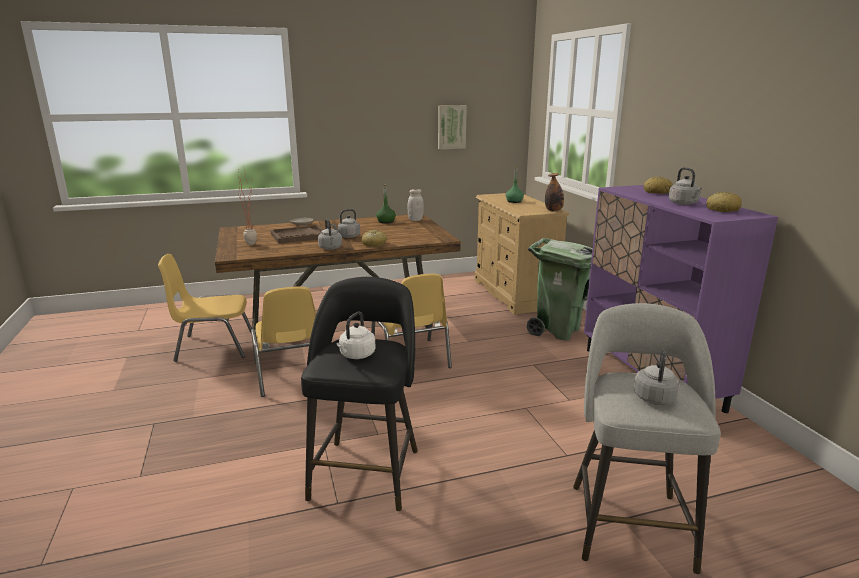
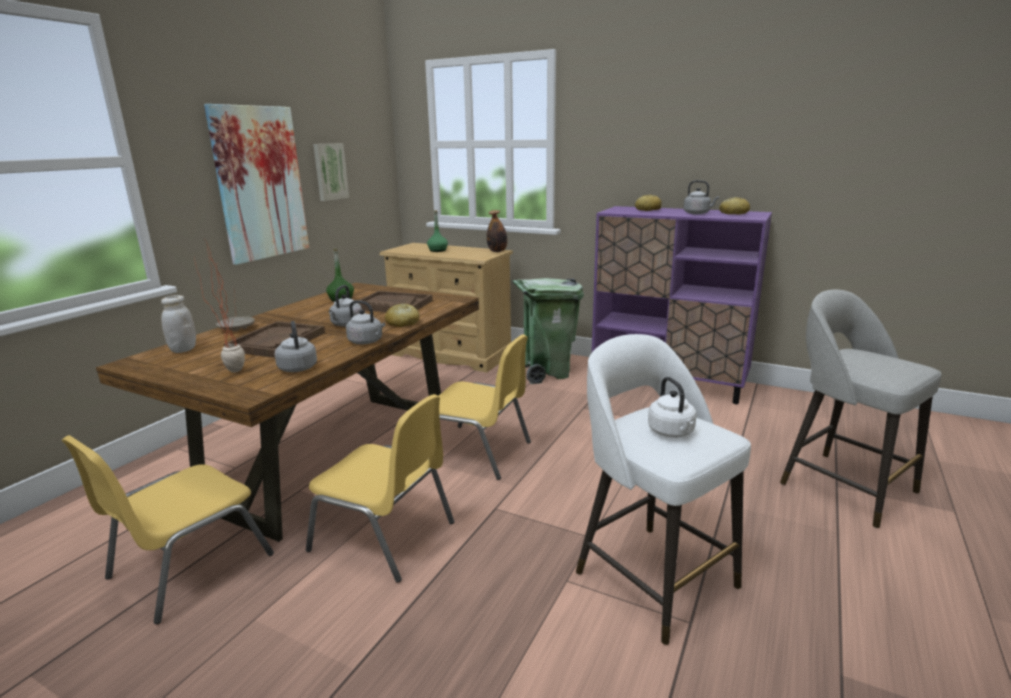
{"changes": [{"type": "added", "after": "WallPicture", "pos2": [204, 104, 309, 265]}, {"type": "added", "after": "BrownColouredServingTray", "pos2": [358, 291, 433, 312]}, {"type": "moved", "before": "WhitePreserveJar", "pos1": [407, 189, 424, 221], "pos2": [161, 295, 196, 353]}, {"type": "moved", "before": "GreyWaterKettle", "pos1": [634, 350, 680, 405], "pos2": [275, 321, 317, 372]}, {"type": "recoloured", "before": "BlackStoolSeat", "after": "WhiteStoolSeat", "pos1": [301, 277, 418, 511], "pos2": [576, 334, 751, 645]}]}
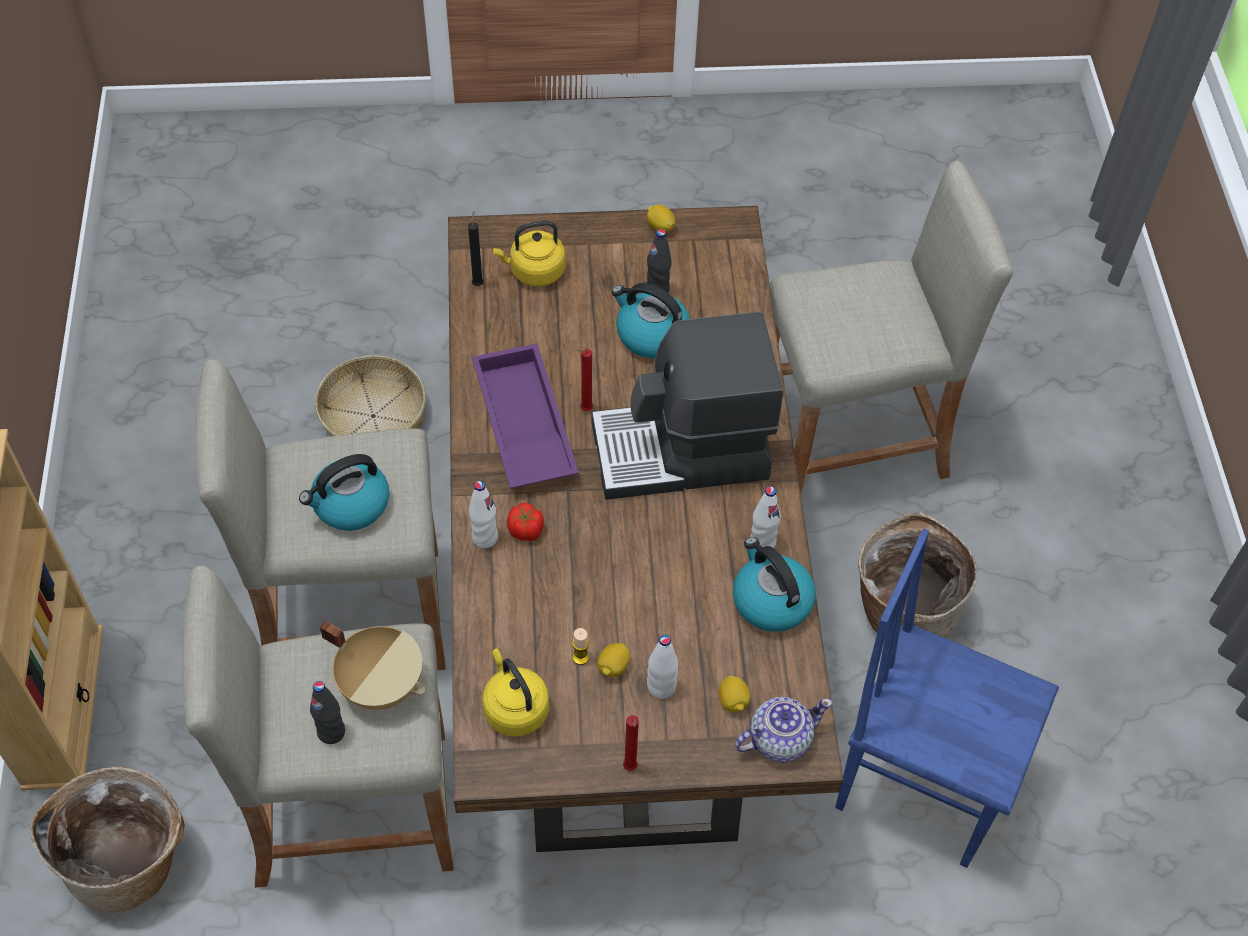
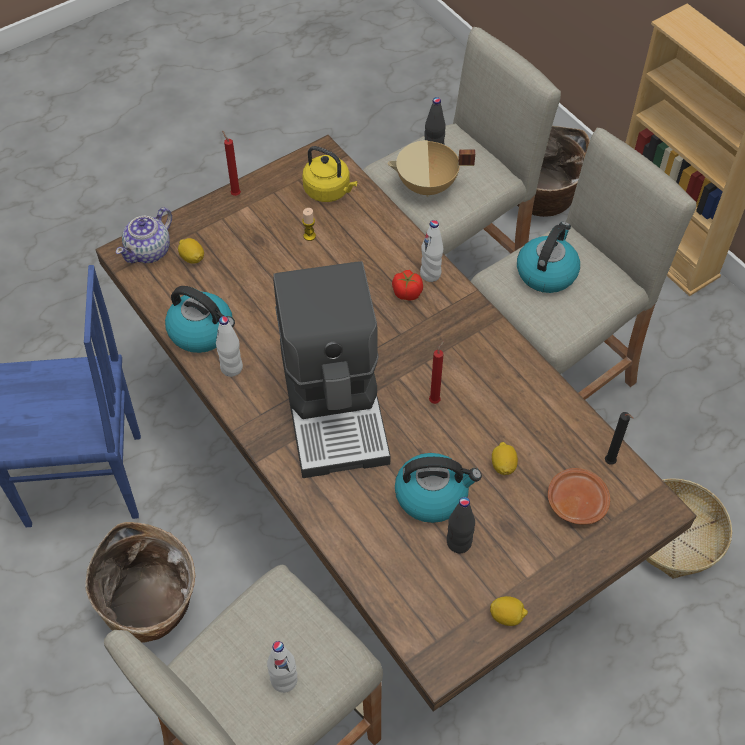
{"changes": [{"type": "removed", "before": "PurpleColouredServingTray", "pos1": [472, 343, 579, 489]}, {"type": "moved", "before": "CitrusFruit", "pos1": [597, 643, 630, 678], "pos2": [492, 442, 518, 475]}, {"type": "moved", "before": "WhiteBottle", "pos1": [647, 635, 678, 699], "pos2": [267, 641, 297, 693]}, {"type": "replaced", "before": "YellowWaterKettle", "after": "BrownColouredPlate", "pos1": [493, 221, 565, 286], "pos2": [548, 468, 610, 525]}, {"type": "turned", "before": "CoffeeBrewer", "pos1": [591, 312, 783, 500], "pos2": [273, 261, 390, 478], "turn": 120}]}
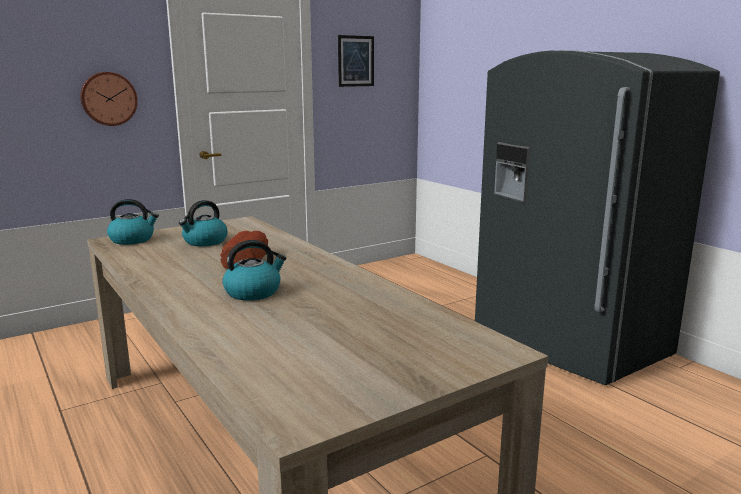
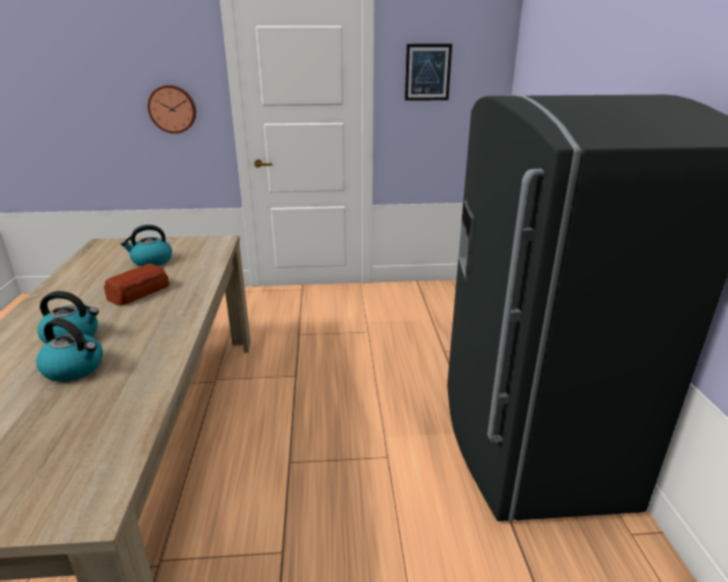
{"changes": [{"type": "moved", "before": "WaterKettle", "pos1": [107, 199, 159, 245], "pos2": [36, 318, 103, 382]}]}
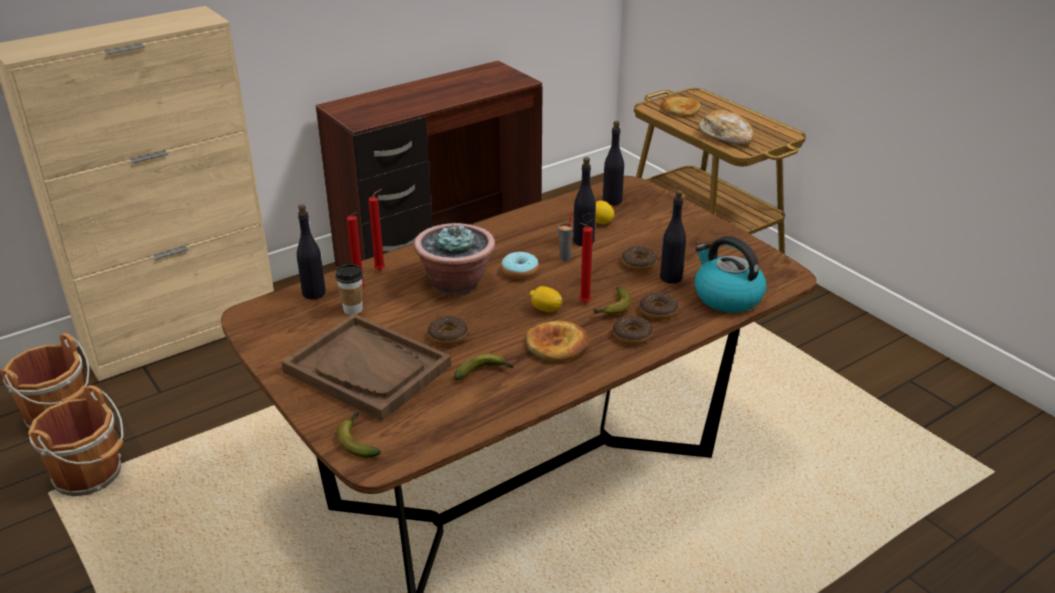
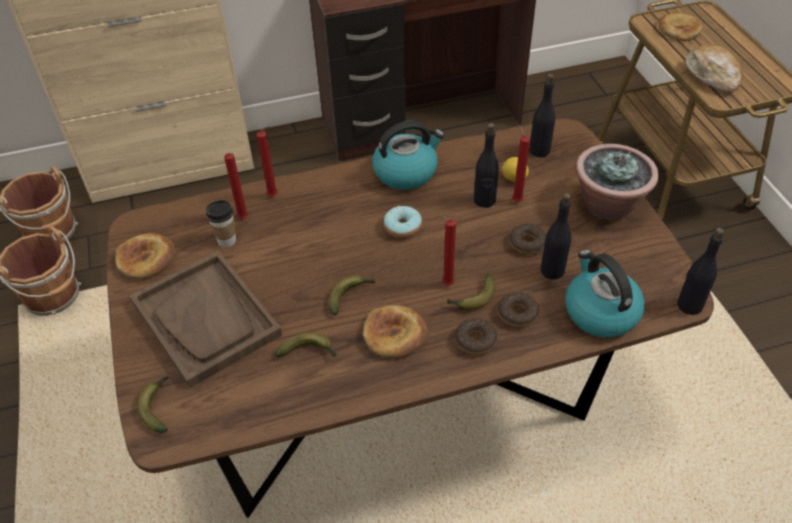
{"changes": [{"type": "removed", "before": "RingDoughnut", "pos1": [428, 316, 468, 345]}, {"type": "removed", "before": "CitrusFruit", "pos1": [530, 286, 563, 312]}, {"type": "removed", "before": "GreySmallCup", "pos1": [558, 213, 574, 261]}, {"type": "added", "after": "BakedBread", "pos2": [115, 233, 175, 279]}, {"type": "added", "after": "Banana", "pos2": [328, 275, 375, 316]}, {"type": "added", "after": "WaterKettle", "pos2": [372, 121, 444, 190]}, {"type": "added", "after": "RedColouredWaxCandle", "pos2": [512, 126, 530, 202]}, {"type": "moved", "before": "BlackBottle", "pos1": [297, 204, 326, 299], "pos2": [677, 228, 724, 315]}, {"type": "moved", "before": "PottedPlant", "pos1": [414, 223, 495, 295], "pos2": [575, 144, 659, 219]}]}
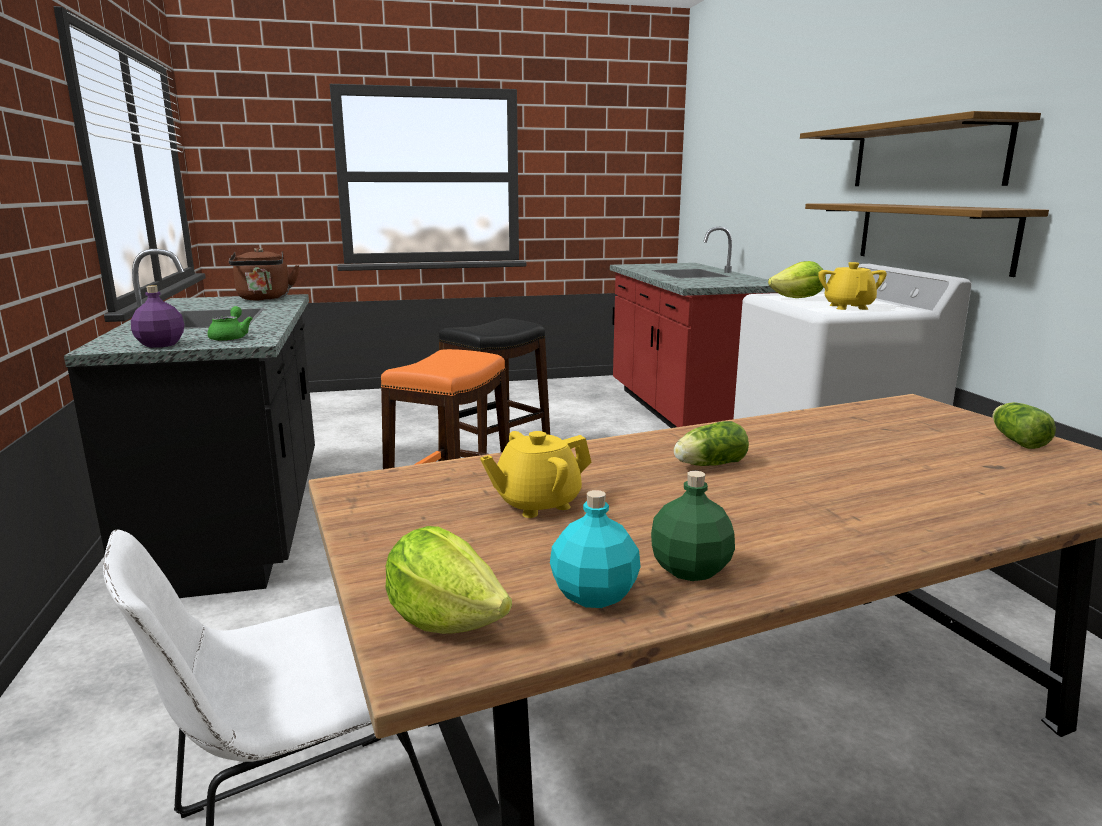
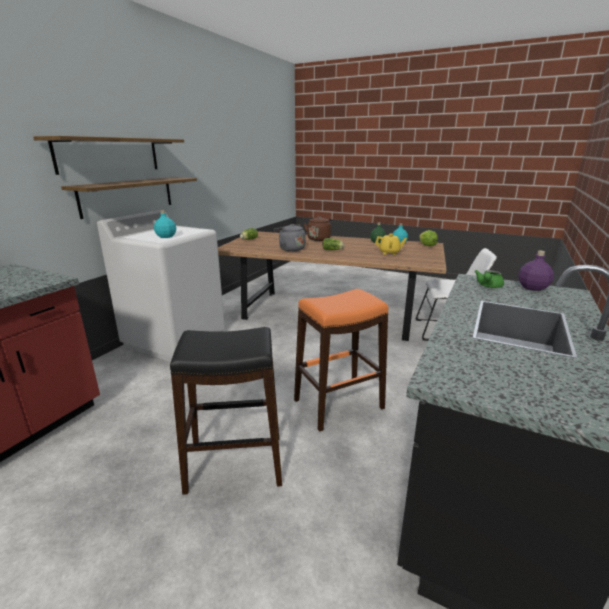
{"changes": [{"type": "removed", "before": "YellowTeapot", "pos1": [818, 262, 887, 310]}, {"type": "added", "after": "GreyWaterKettle", "pos2": [274, 224, 305, 251]}, {"type": "moved", "before": "BrownColouredWaterKettle", "pos1": [229, 248, 299, 301], "pos2": [304, 216, 334, 241]}, {"type": "replaced", "before": "HeadOfLettuce", "after": "TurquoiseColouredBottle", "pos1": [768, 261, 826, 298], "pos2": [154, 210, 176, 238]}]}
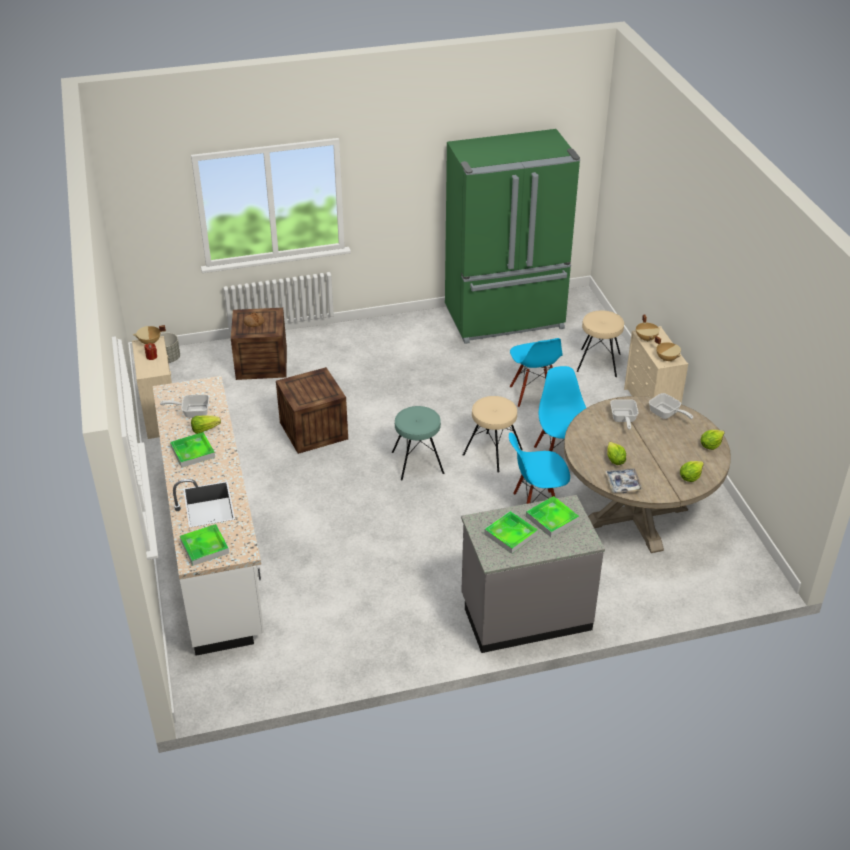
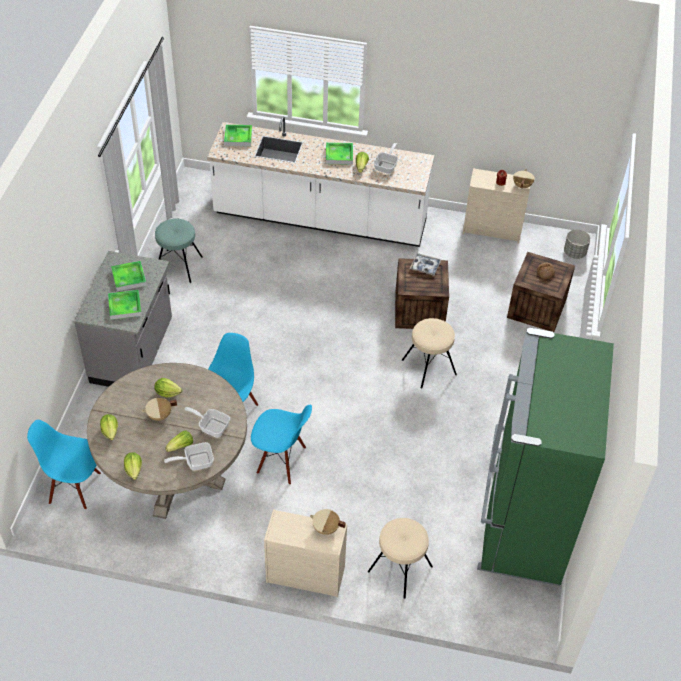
{"changes": [{"type": "added", "after": "HeadOfLettuce", "pos2": [165, 430, 193, 452]}, {"type": "moved", "before": "TurquoiseColouredStoolSeat", "pos1": [392, 406, 444, 480], "pos2": [155, 219, 203, 283]}, {"type": "moved", "before": "BeigeColouredStoolSeat", "pos1": [463, 396, 523, 472], "pos2": [402, 318, 457, 388]}, {"type": "moved", "before": "BlueChair", "pos1": [510, 338, 563, 407], "pos2": [27, 420, 101, 510]}, {"type": "moved", "before": "ServingTray", "pos1": [605, 468, 643, 493], "pos2": [410, 253, 441, 276]}, {"type": "moved", "before": "BeigeColouredStockpot", "pos1": [655, 336, 681, 362], "pos2": [142, 398, 177, 421]}]}
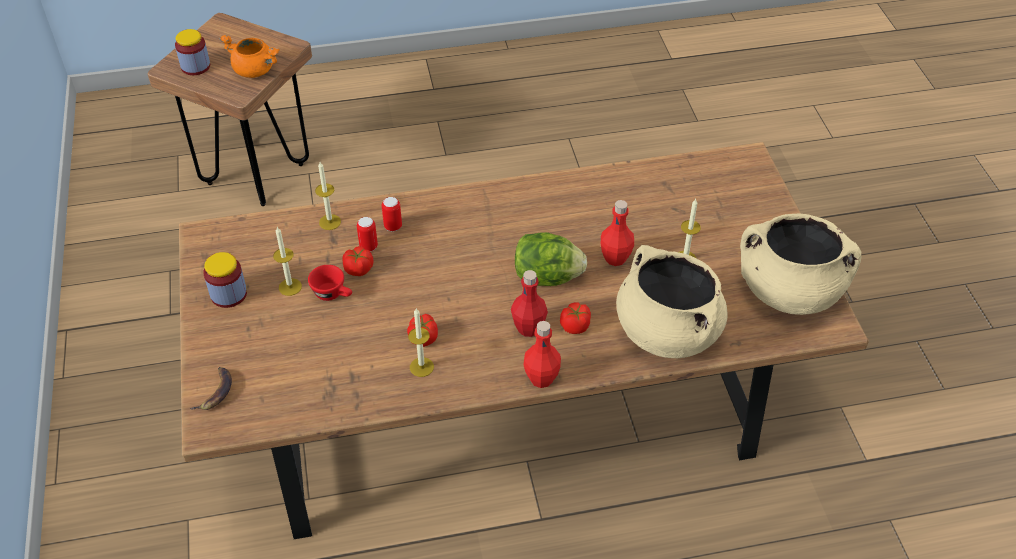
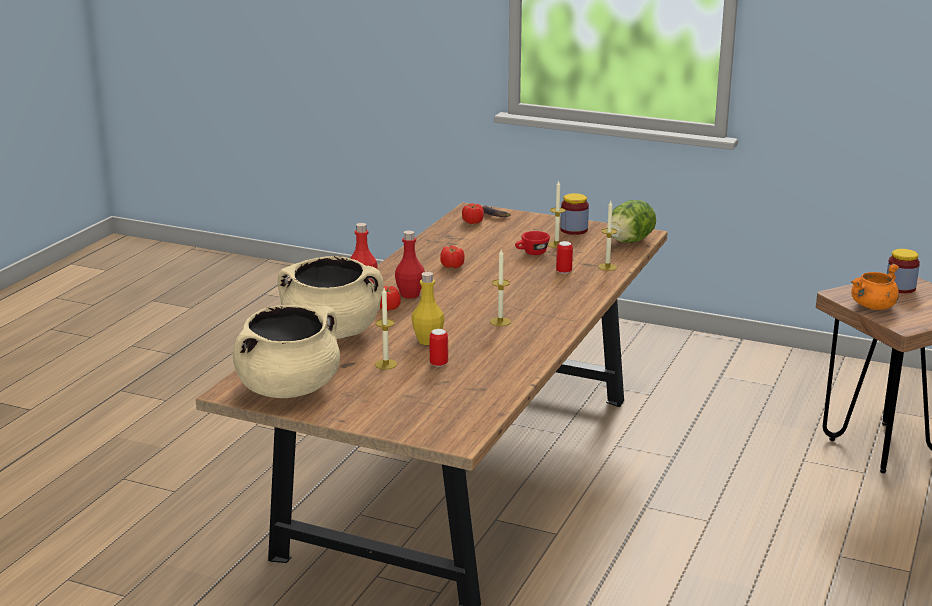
{"changes": [{"type": "moved", "before": "FreshTomato", "pos1": [343, 246, 374, 276], "pos2": [462, 203, 484, 224]}, {"type": "moved", "before": "Can", "pos1": [382, 197, 402, 231], "pos2": [429, 329, 448, 367]}, {"type": "moved", "before": "WaxCandle", "pos1": [408, 308, 434, 377], "pos2": [490, 250, 511, 326]}, {"type": "moved", "before": "HeadOfLettuce", "pos1": [515, 232, 587, 286], "pos2": [611, 200, 656, 243]}, {"type": "recoloured", "before": "RedColouredBottle", "after": "YellowBottle", "pos1": [601, 200, 634, 266], "pos2": [411, 272, 444, 345]}]}
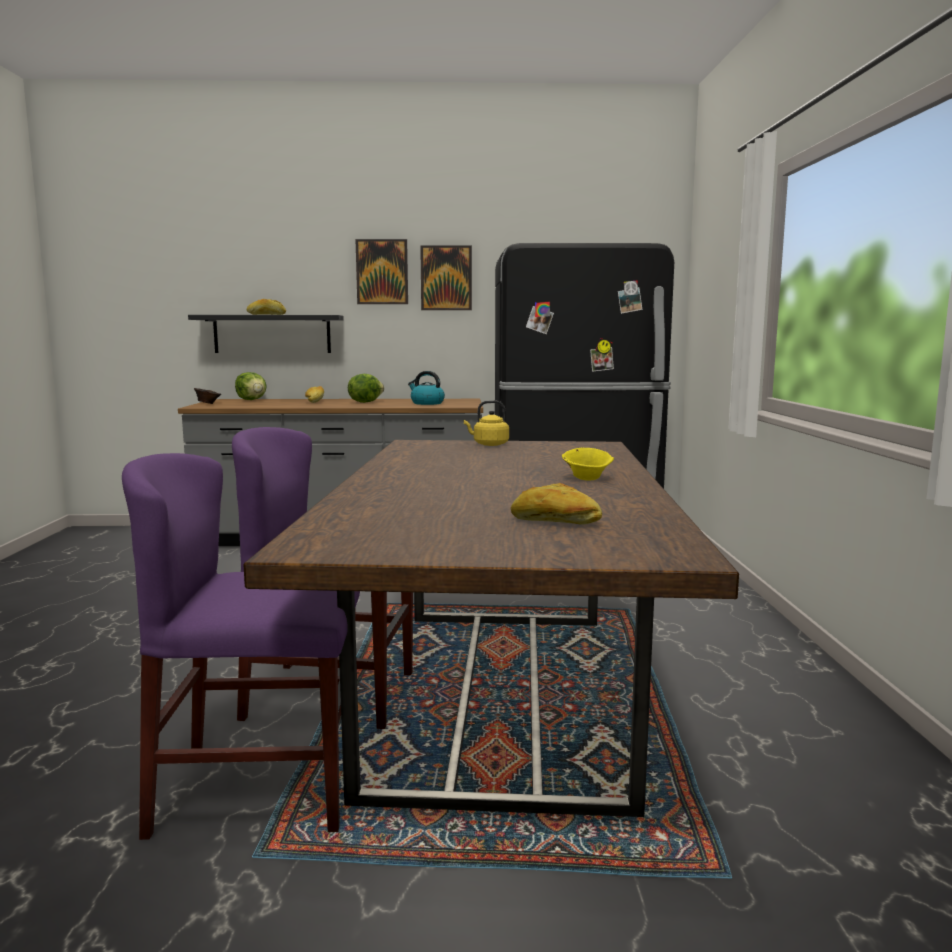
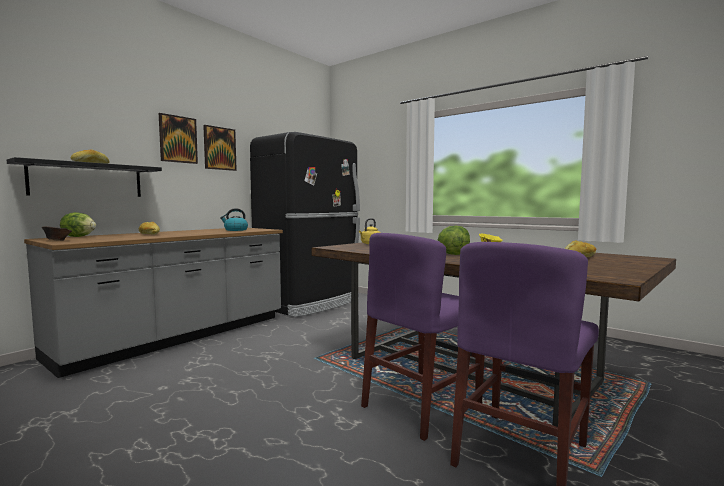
{"changes": [{"type": "moved", "before": "HeadOfLettuce", "pos1": [348, 374, 384, 403], "pos2": [438, 226, 470, 255]}]}
